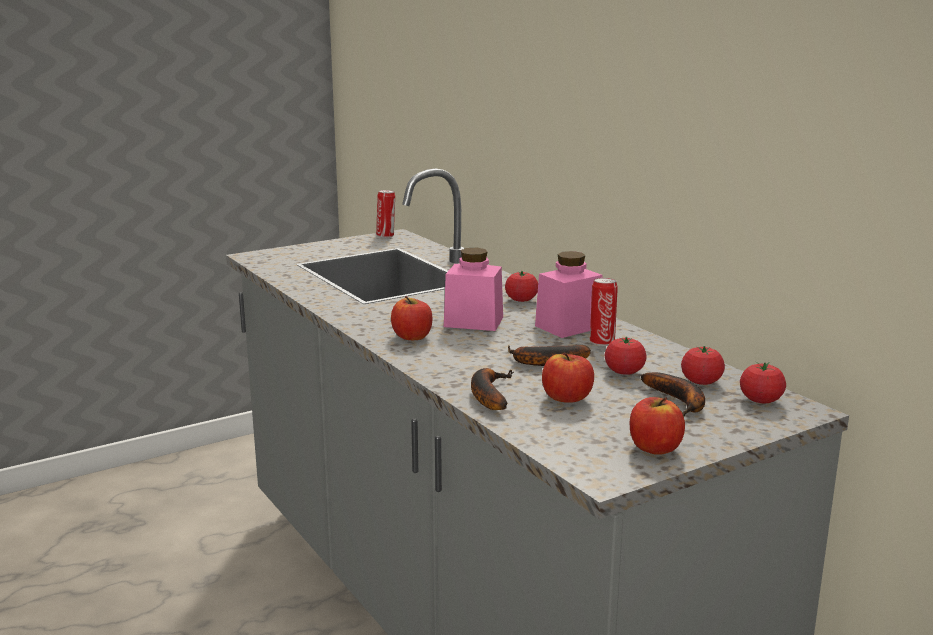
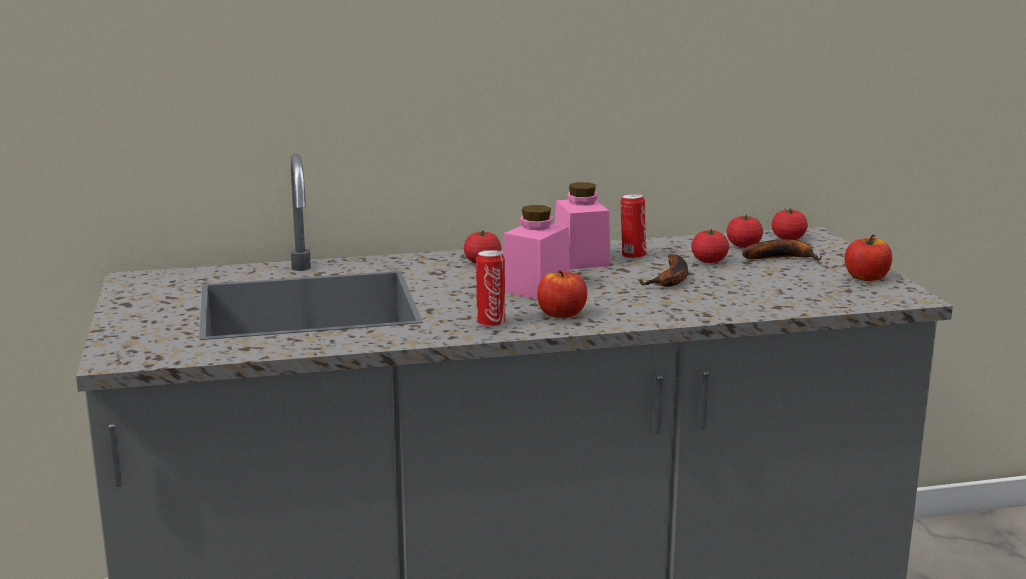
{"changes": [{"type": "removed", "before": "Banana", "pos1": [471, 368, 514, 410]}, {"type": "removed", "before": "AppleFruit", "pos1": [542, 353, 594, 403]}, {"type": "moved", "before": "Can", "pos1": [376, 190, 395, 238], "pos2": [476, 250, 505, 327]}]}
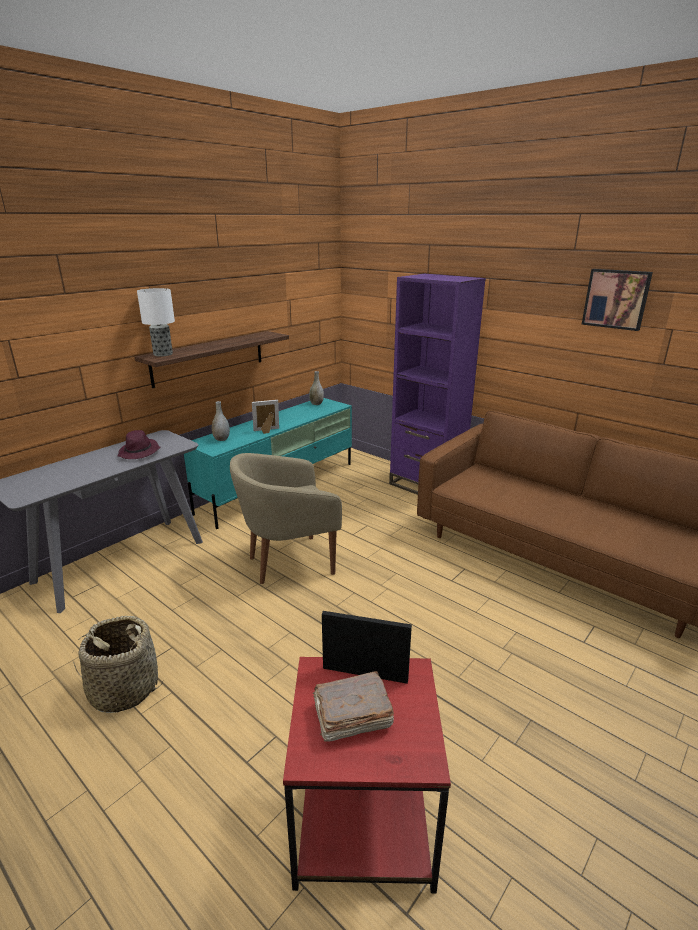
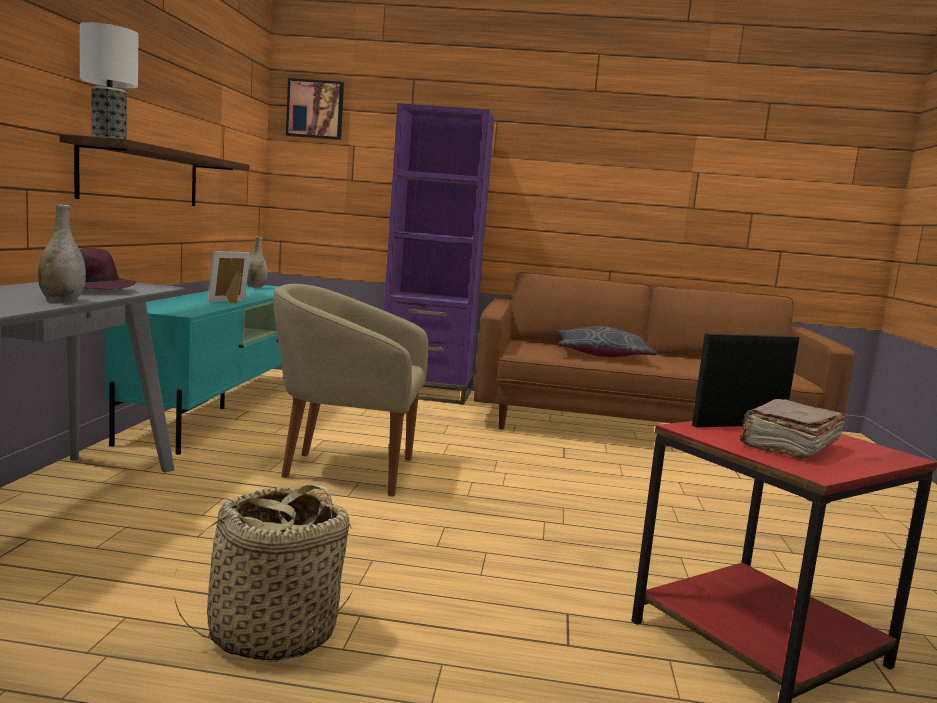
{"changes": [{"type": "added", "after": "GreyPillow", "pos2": [556, 326, 657, 357]}, {"type": "moved", "before": "GreyDecorativeVase", "pos1": [212, 401, 230, 441], "pos2": [38, 204, 86, 302]}, {"type": "moved", "before": "WallPicture", "pos1": [581, 269, 653, 331], "pos2": [286, 78, 344, 140]}, {"type": "turned", "before": "BeigeColouredLoungeChair", "pos1": [230, 453, 342, 584], "pos2": [273, 284, 428, 496], "turn": 60}]}
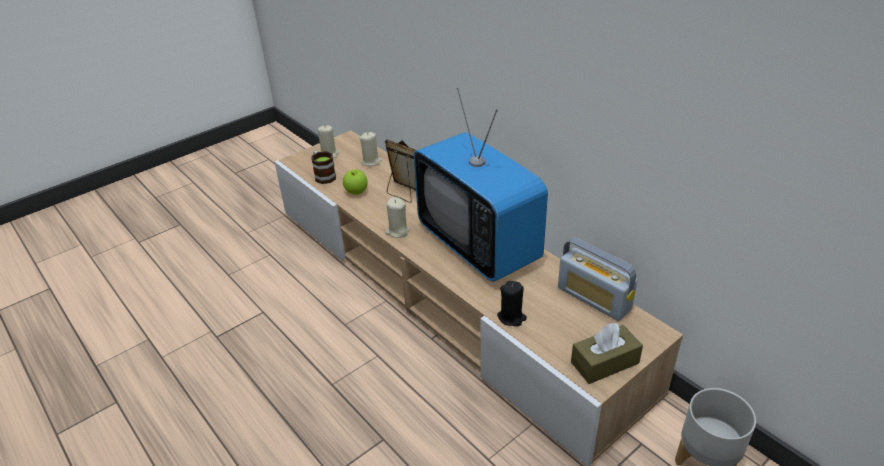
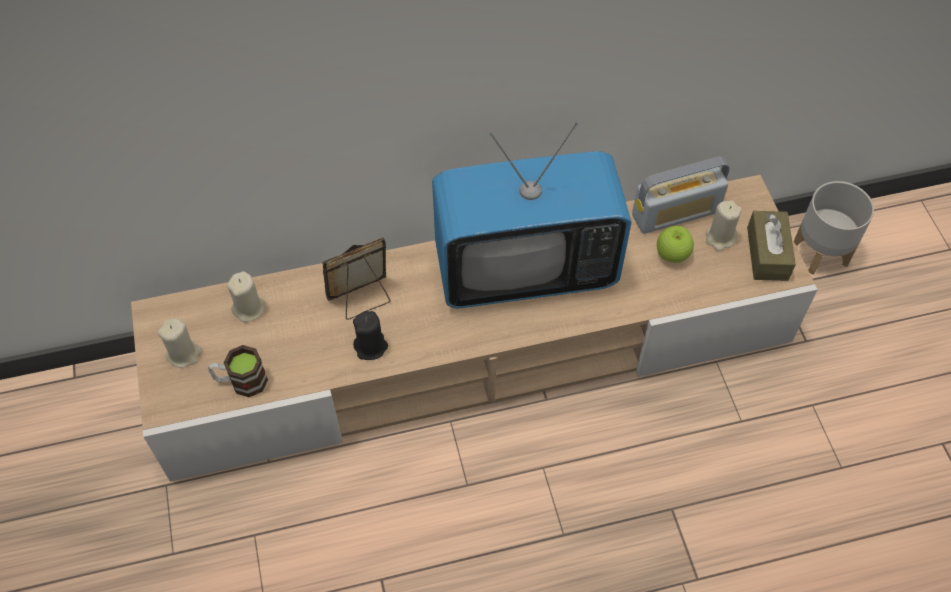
{"changes": [{"type": "moved", "before": "AppleFruit", "pos1": [343, 169, 368, 195], "pos2": [657, 226, 694, 263]}, {"type": "moved", "before": "BeigeColouredWaxCandle", "pos1": [385, 197, 410, 238], "pos2": [706, 200, 742, 251]}, {"type": "moved", "before": "BlackWaxCandle", "pos1": [497, 281, 527, 326], "pos2": [353, 311, 388, 360]}]}
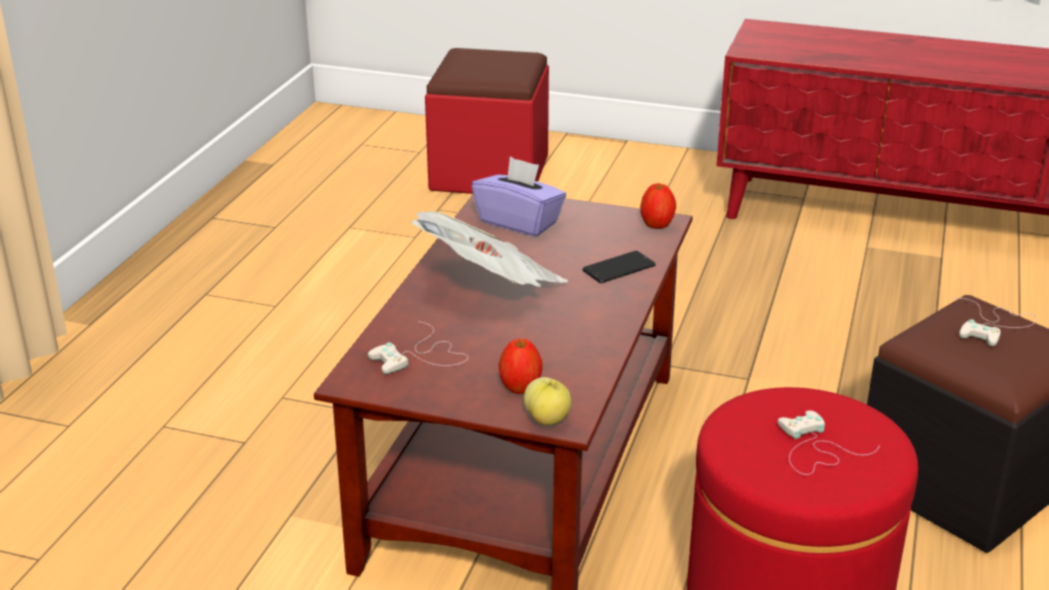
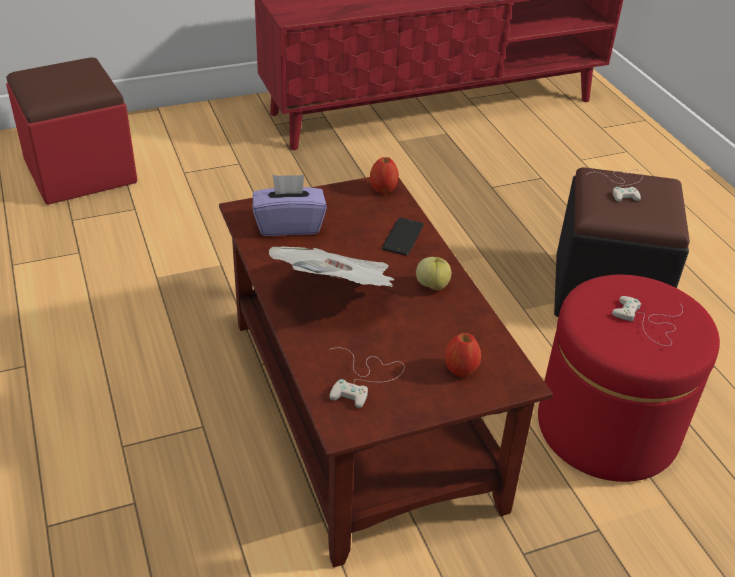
{"changes": [{"type": "moved", "before": "AppleFruit", "pos1": [523, 377, 572, 426], "pos2": [416, 257, 451, 290]}]}
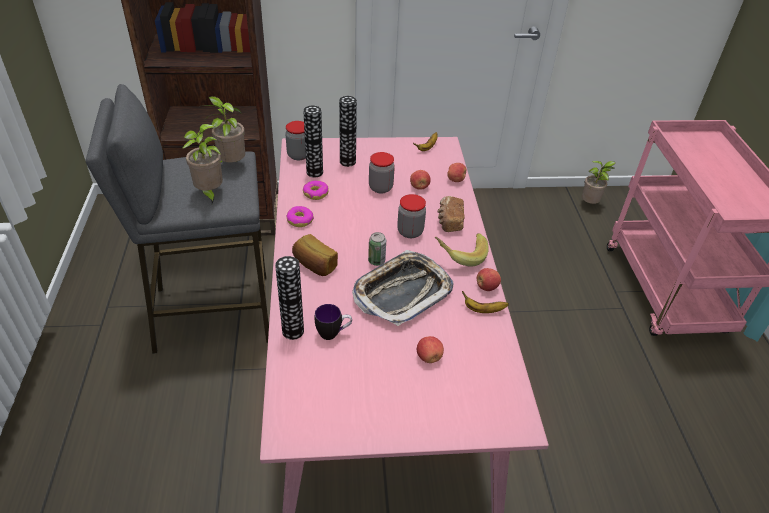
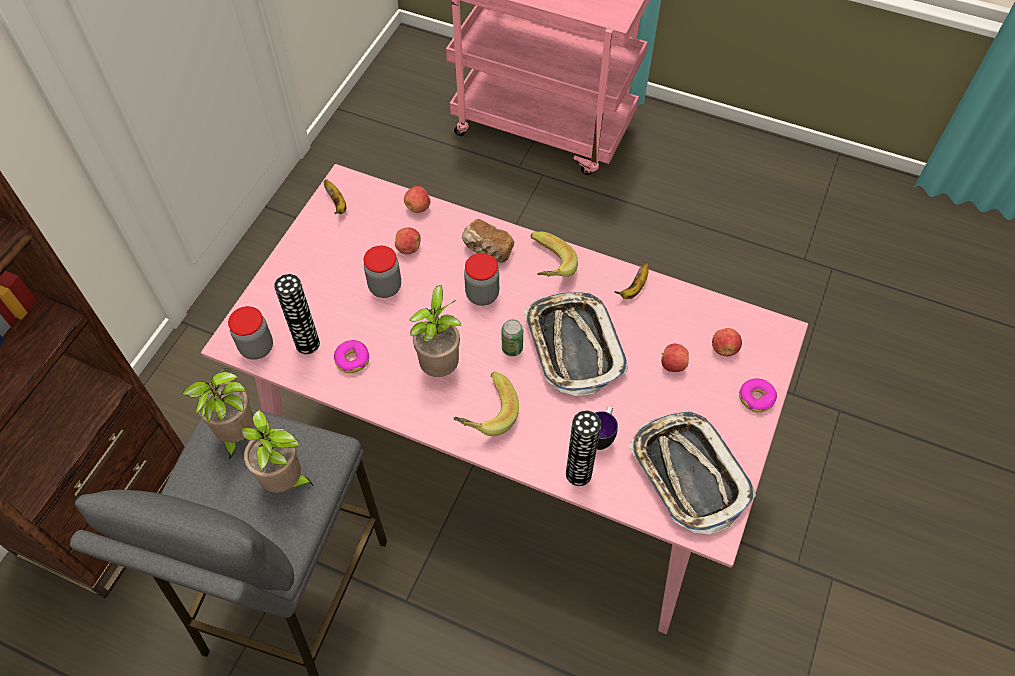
{"changes": [{"type": "removed", "before": "DecorativeVase", "pos1": [339, 96, 357, 167]}, {"type": "added", "after": "ServingTray", "pos2": [629, 411, 756, 535]}, {"type": "moved", "before": "RingDoughnut", "pos1": [287, 206, 314, 227], "pos2": [739, 378, 777, 413]}, {"type": "moved", "before": "AppleFruit", "pos1": [477, 268, 501, 291], "pos2": [712, 328, 742, 356]}, {"type": "moved", "before": "PottedPlant", "pos1": [582, 161, 616, 204], "pos2": [409, 285, 462, 377]}, {"type": "replaced", "before": "BakedBread", "after": "Banana", "pos1": [292, 234, 338, 276], "pos2": [454, 372, 519, 436]}]}
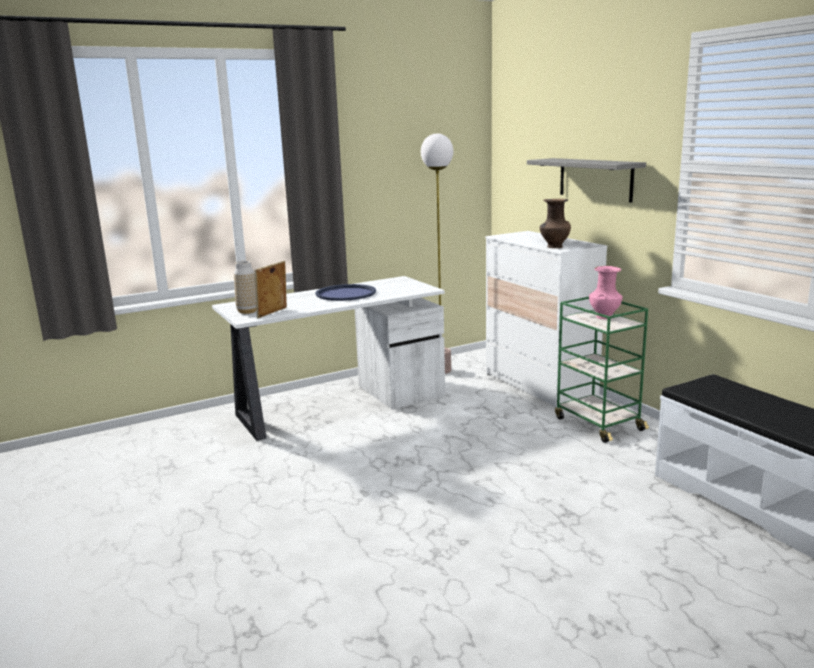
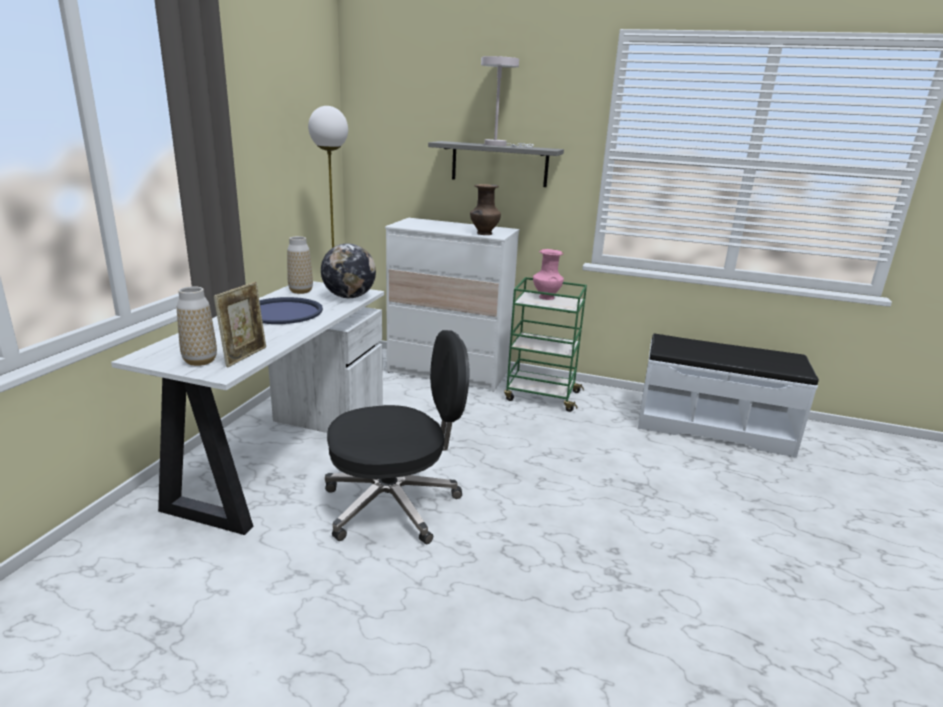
{"changes": [{"type": "added", "after": "DecorativeVase", "pos2": [287, 236, 313, 294]}, {"type": "added", "after": "WorldGlobe", "pos2": [321, 243, 376, 298]}, {"type": "added", "after": "BlackOfficeChair", "pos2": [325, 330, 469, 544]}, {"type": "added", "after": "WhiteTableLamp", "pos2": [481, 56, 534, 148]}, {"type": "turned", "before": "StandingFrame", "pos1": [255, 261, 287, 318], "pos2": [214, 282, 266, 367], "turn": -150}]}
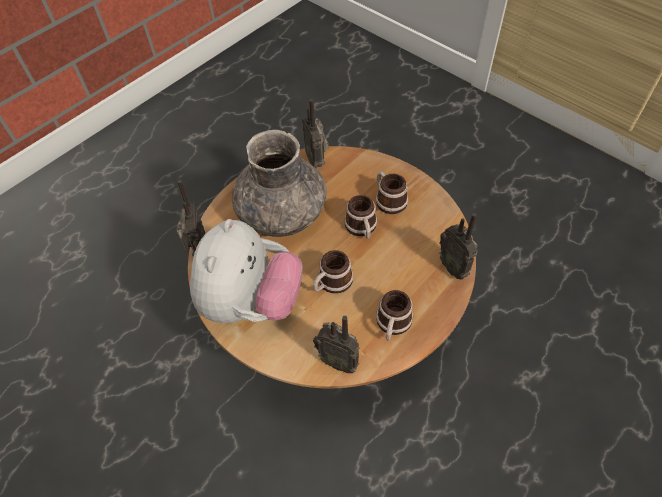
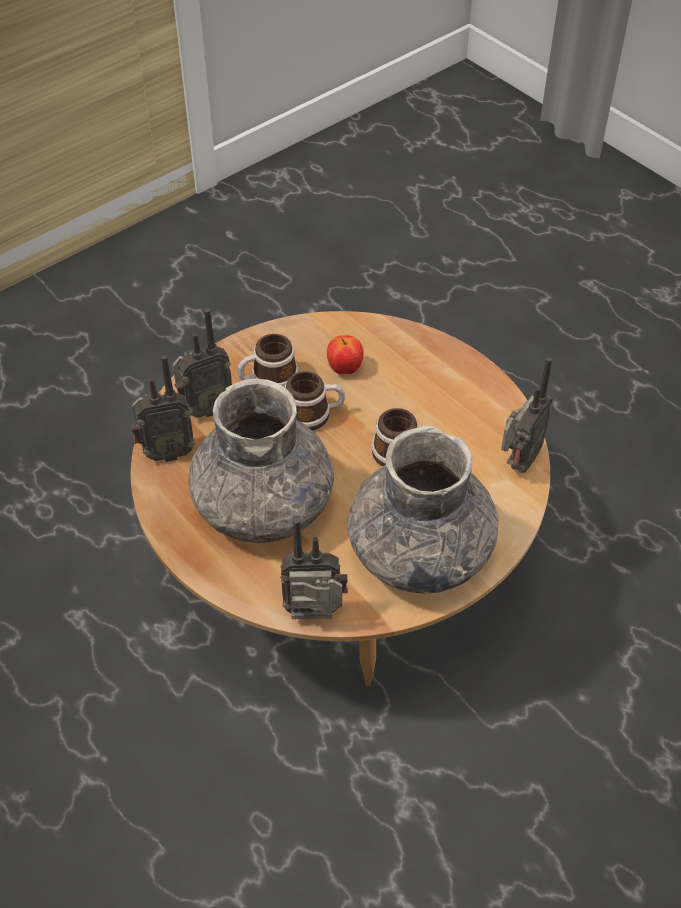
{"changes": [{"type": "removed", "before": "Mug", "pos1": [376, 290, 413, 340]}, {"type": "added", "after": "AppleFruit", "pos2": [327, 335, 364, 374]}, {"type": "moved", "before": "RadioSet", "pos1": [439, 213, 478, 280], "pos2": [172, 308, 232, 418]}, {"type": "replaced", "before": "SoftToy", "after": "GreyDecorativeVase", "pos1": [190, 219, 303, 323], "pos2": [347, 425, 498, 594]}]}
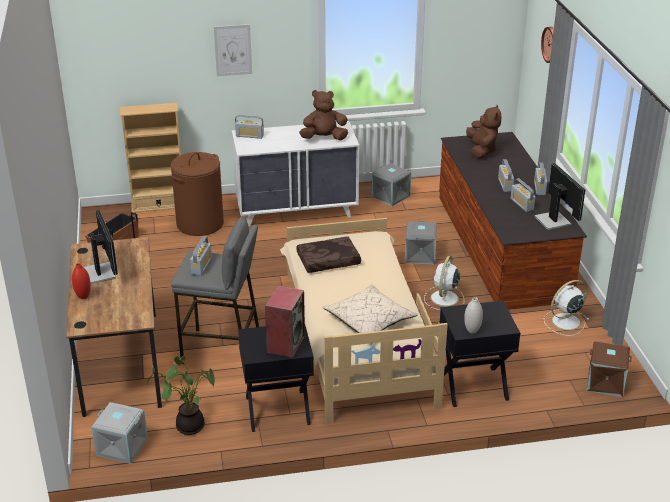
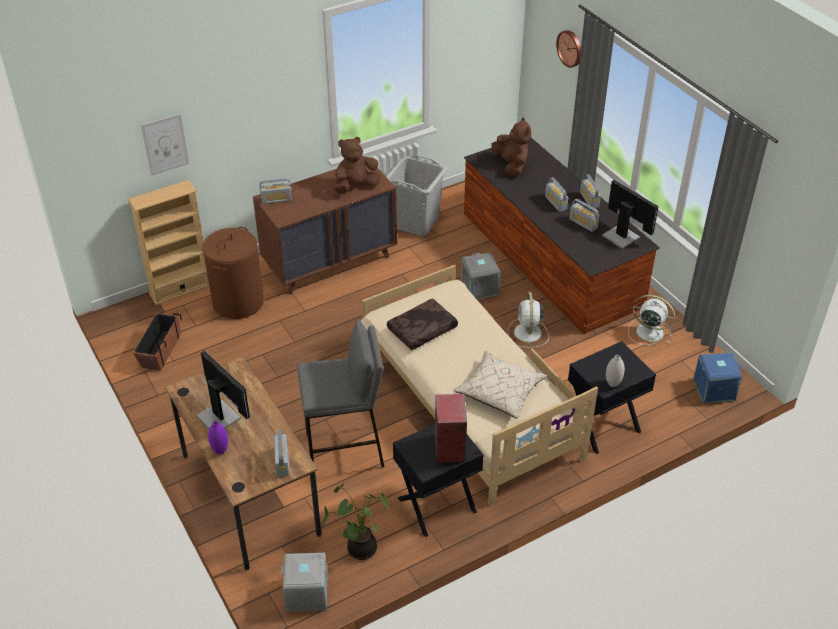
{"changes": [{"type": "moved", "before": "RadioSet", "pos1": [190, 236, 212, 276], "pos2": [274, 429, 289, 477]}, {"type": "moved", "before": "WallPicture", "pos1": [214, 24, 252, 76], "pos2": [141, 114, 189, 176]}, {"type": "replaced", "before": "GreyStorageContainer", "after": "GreyLaundryBasket", "pos1": [372, 163, 411, 206], "pos2": [386, 155, 447, 236]}, {"type": "recoloured", "before": "RedColouredDecorativeVase", "after": "PurpleColouredDecorativeVase", "pos1": [72, 263, 91, 299], "pos2": [208, 421, 228, 454]}, {"type": "recoloured", "before": "WhiteChestOfDrawers", "after": "BrownColouredChestOfDrawers", "pos1": [232, 121, 359, 227], "pos2": [253, 165, 397, 294]}, {"type": "recoloured", "before": "BrownColouredStorageContainer", "after": "BlueStorageContainer", "pos1": [586, 341, 632, 397], "pos2": [693, 353, 742, 403]}, {"type": "turned", "before": "WhiteFan", "pos1": [543, 280, 589, 336], "pos2": [628, 295, 675, 345], "turn": 75}]}
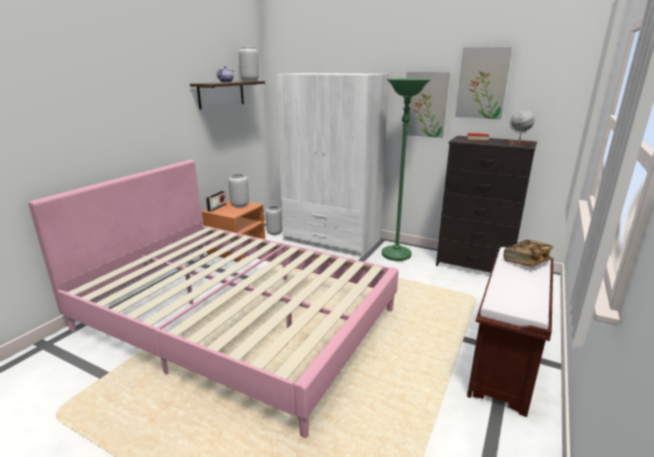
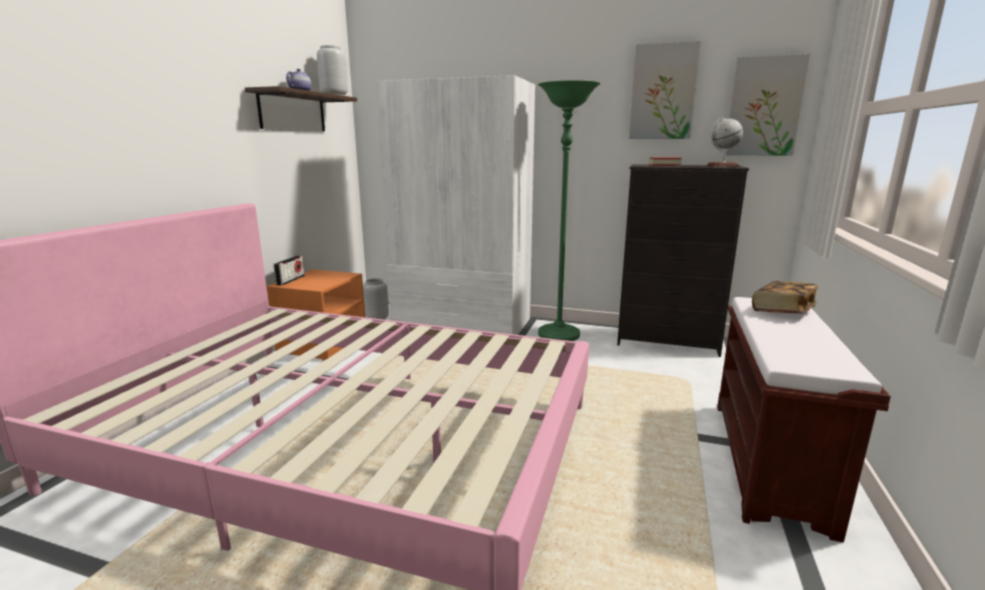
{"changes": [{"type": "removed", "before": "GreyDecorativeVase", "pos1": [228, 173, 249, 208]}, {"type": "moved", "before": "WallPicture", "pos1": [404, 72, 450, 138], "pos2": [725, 54, 810, 156]}]}
